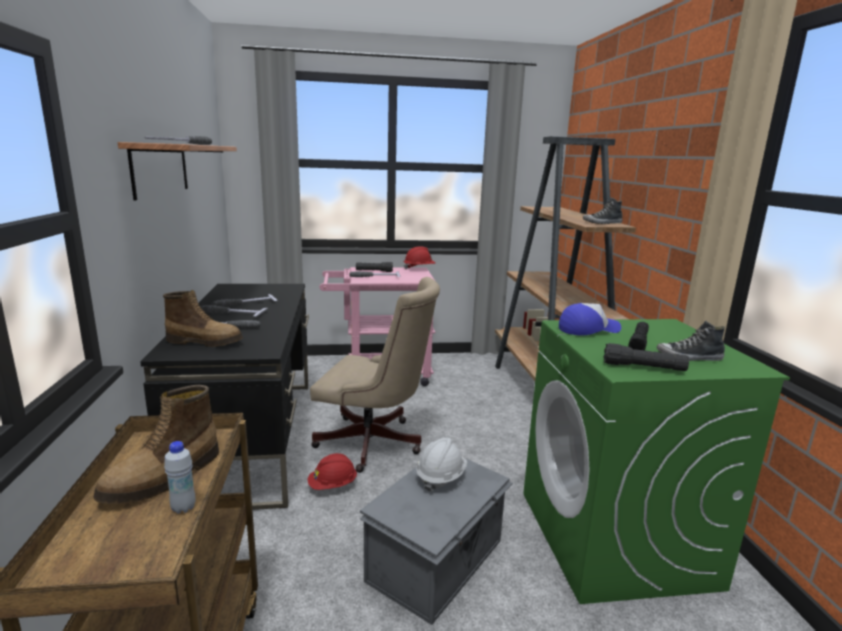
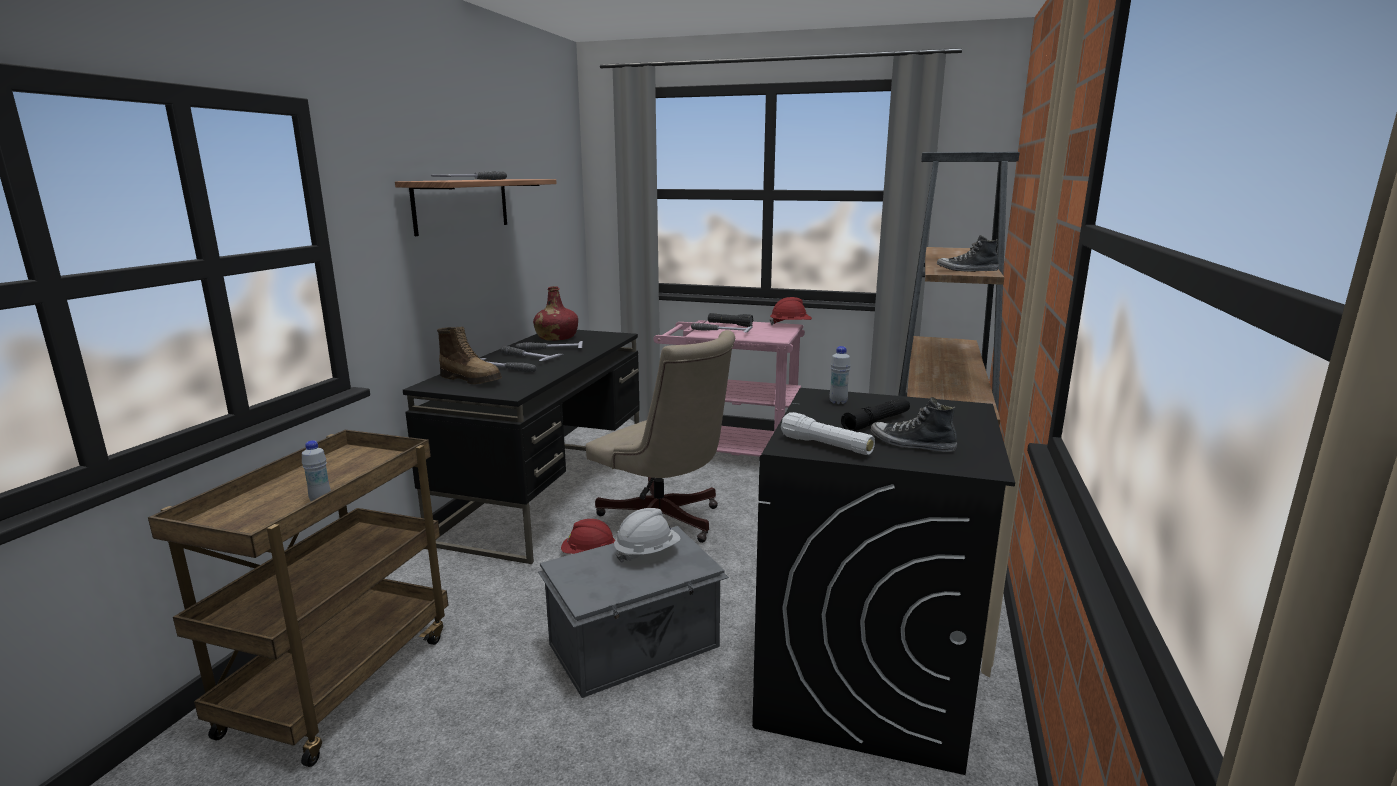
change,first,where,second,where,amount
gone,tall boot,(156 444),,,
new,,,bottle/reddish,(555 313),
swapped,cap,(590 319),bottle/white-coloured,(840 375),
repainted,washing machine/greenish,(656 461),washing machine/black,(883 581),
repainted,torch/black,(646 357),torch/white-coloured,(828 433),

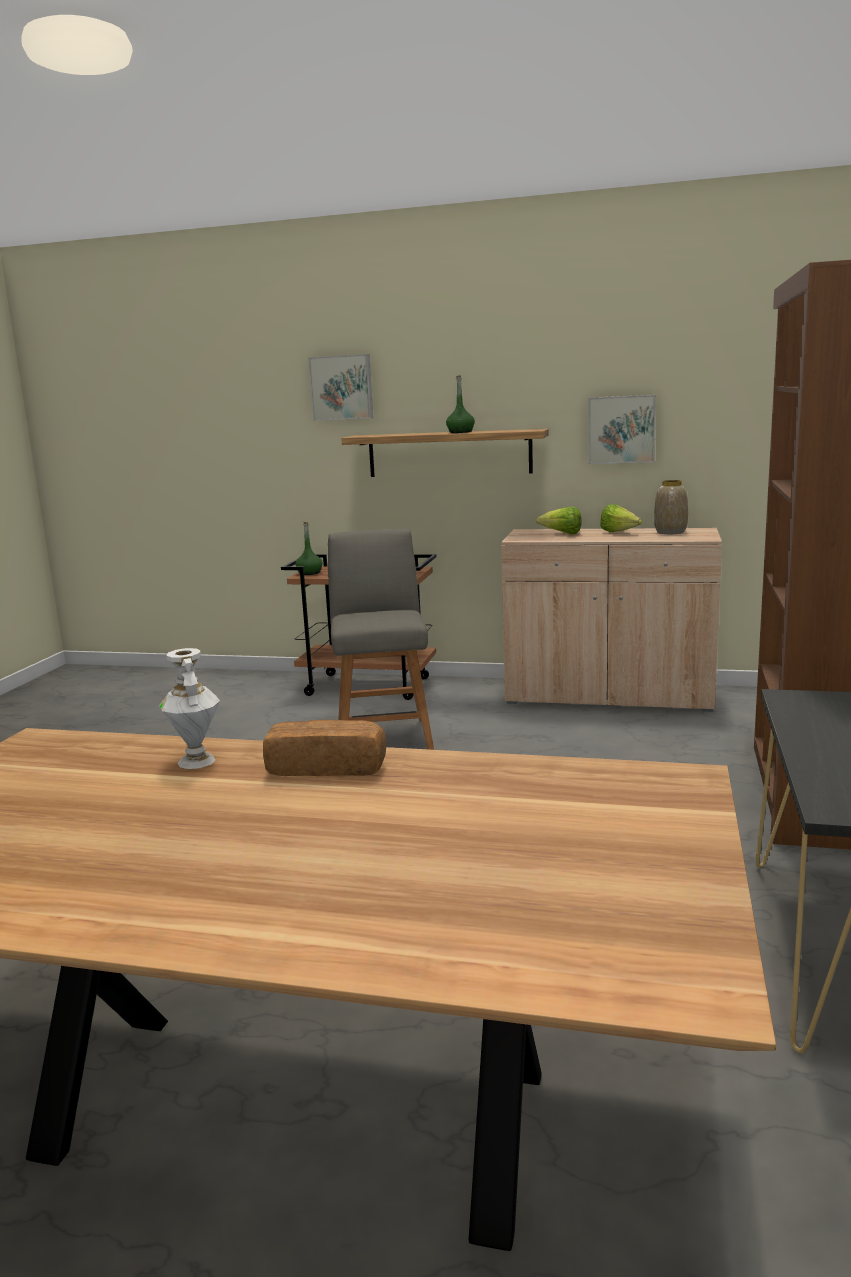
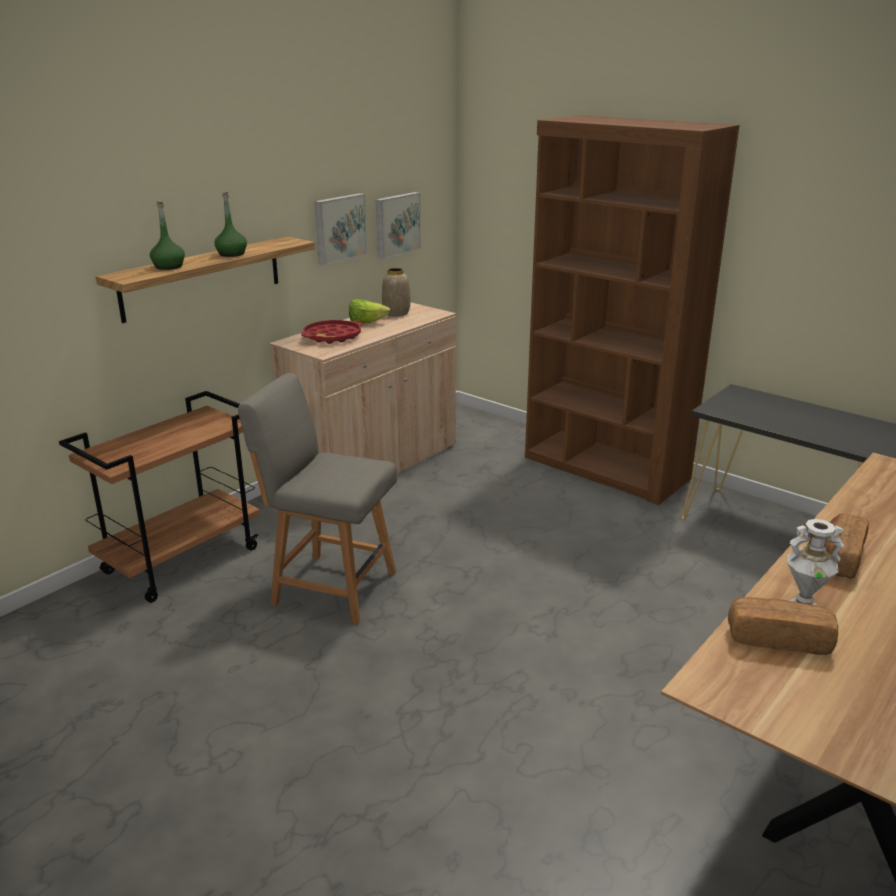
change,first,where,second,where,amount
new,,,bread,(783 626),
shifted,bottle/greenish,(309 548),,(167 235),
shifted,wall art,(340 387),,(398 225),
swapped,lettuce,(559 520),tray/reddish,(331 332),

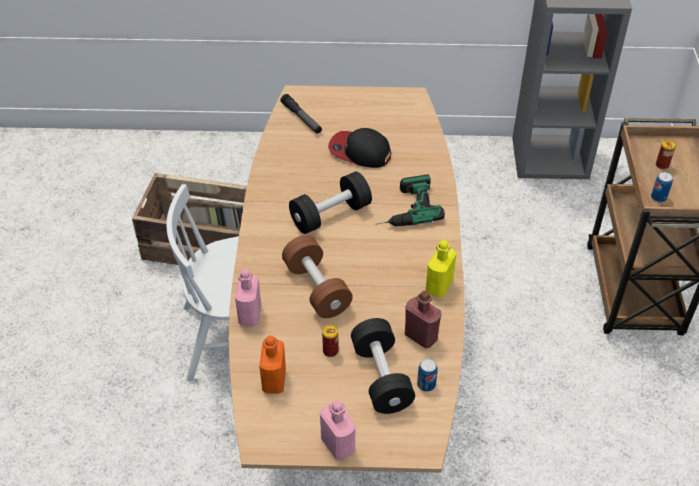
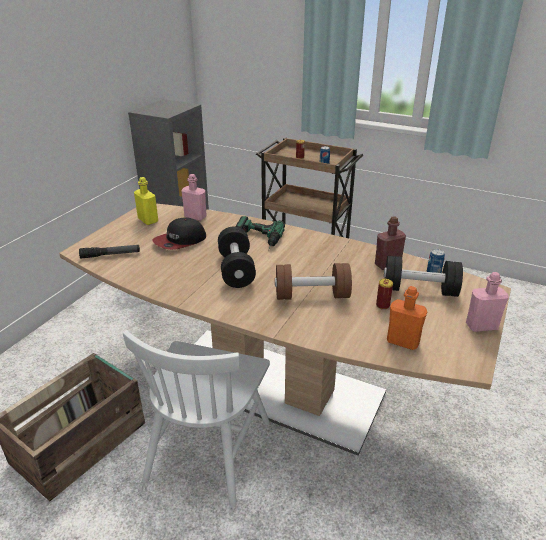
change,first,where,second,where,amount
shifted,bottle/pink-coloured,(248 297),,(194 197),
shifted,bottle/yellowish,(441 268),,(146 201),

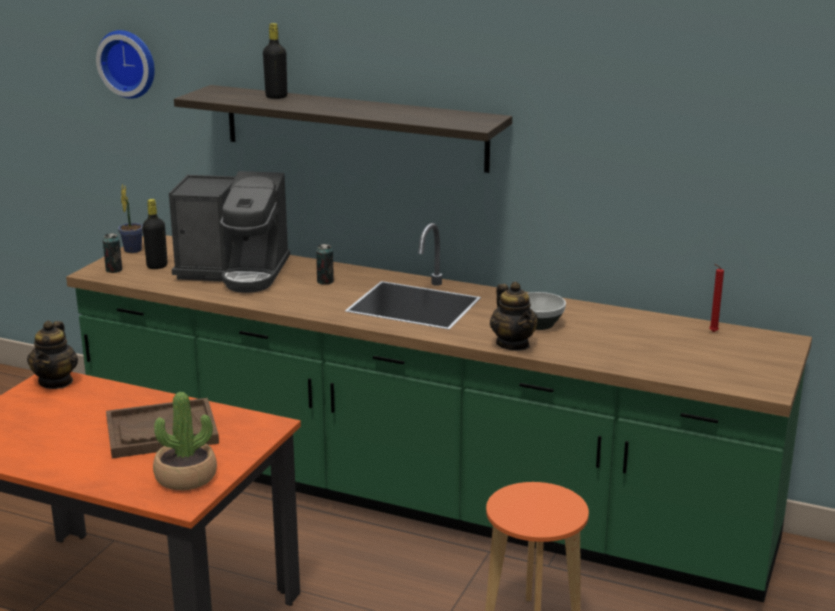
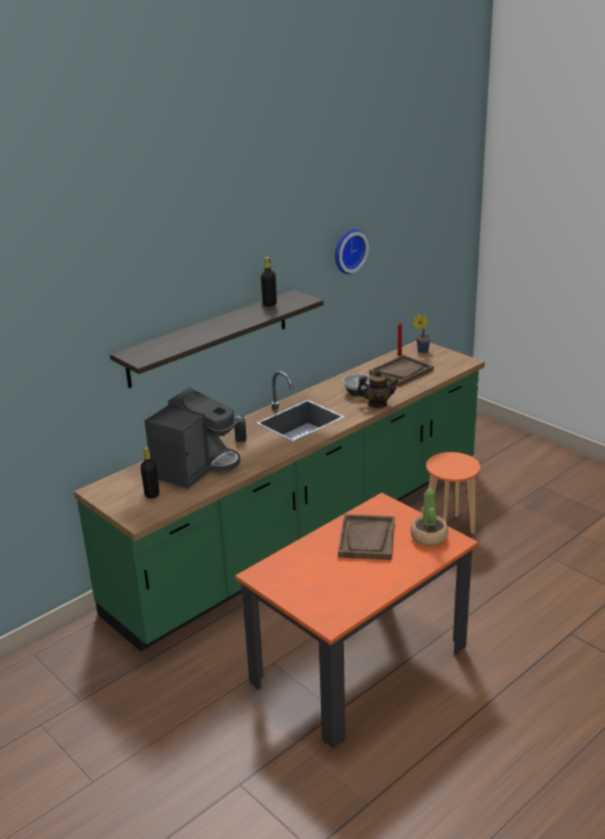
change,first,where,second,where,amount
gone,pot for tea,(52 355),,,
gone,sealed can,(112 253),,,
new,,,tray/brownish,(401 371),
shifted,hanging clock,(125 64),,(352 251),
shifted,plant in a pot,(130 218),,(421 333),
shifted,bottle/black,(275 61),,(269 282),

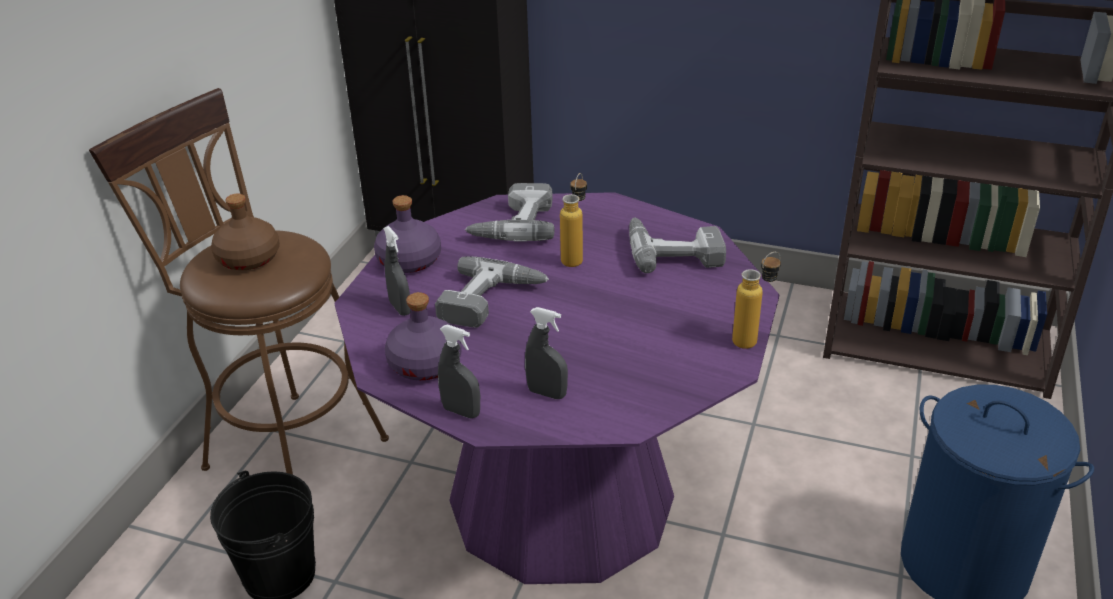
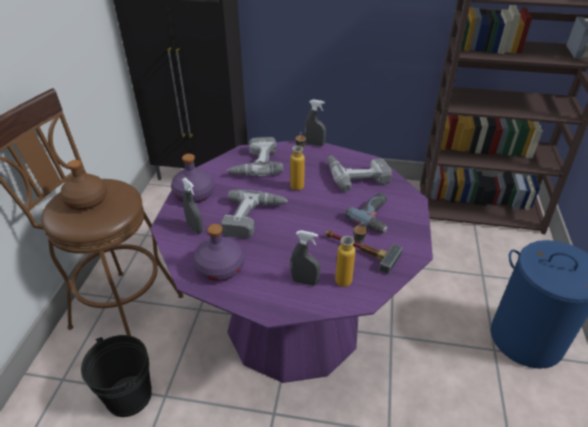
change,first,where,second,where,amount
new,,,hammer,(364 252),
new,,,power drill,(366 213),
shifted,sprayer/grey,(459 371),,(315 122),
shifted,bottle,(756 300),,(351 255),

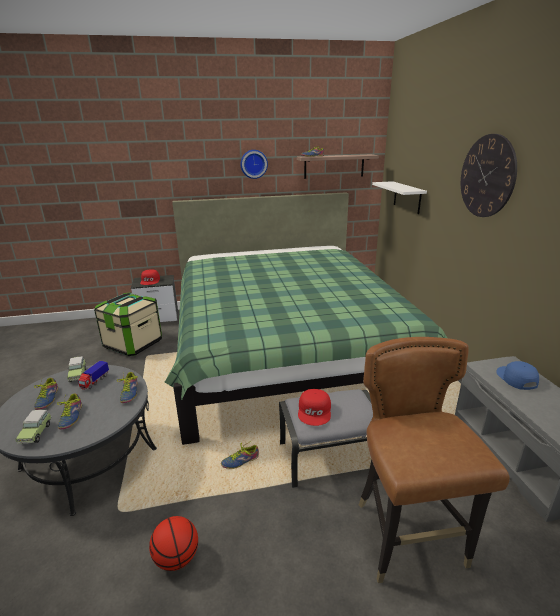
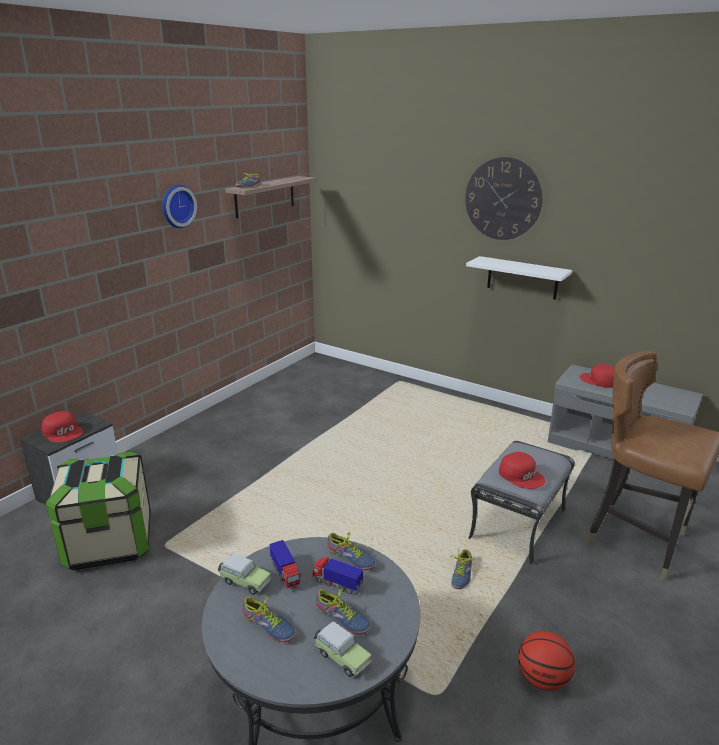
change,first,where,second,where,amount
gone,sleeping bed/greenish,(306 318),,,
new,,,toy lorry,(337 575),
shifted,shelf/white-coloured,(399 197),,(519 278),
repainted,cap/blue-coloured,(517 375),cap/reddish,(597 376),

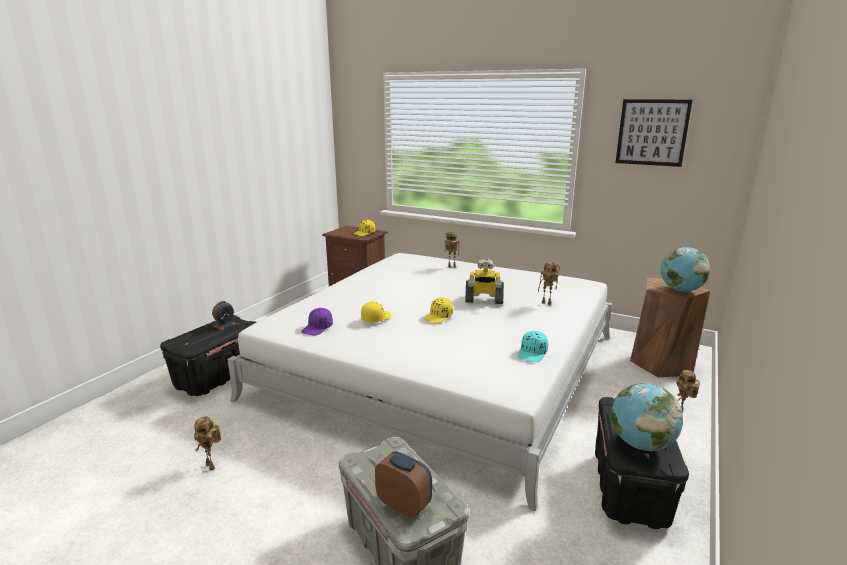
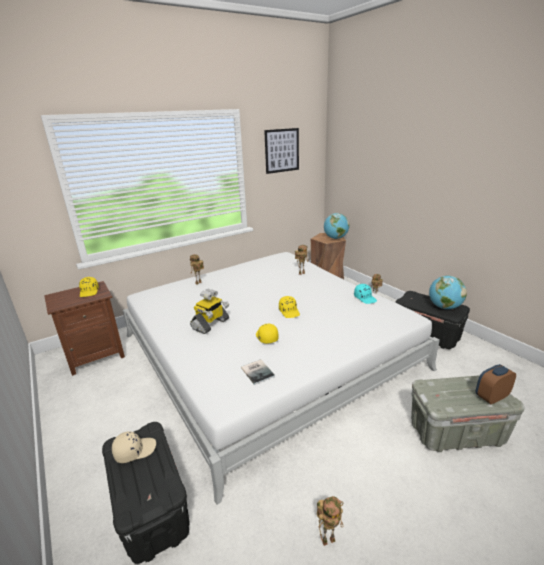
change,first,where,second,where,amount
shifted,robot figure,(484 281),,(209 311),
swapped,table clock,(224 315),cap/sand-coloured,(134 447),
swapped,cap/purple,(317 321),bound book,(258 372),

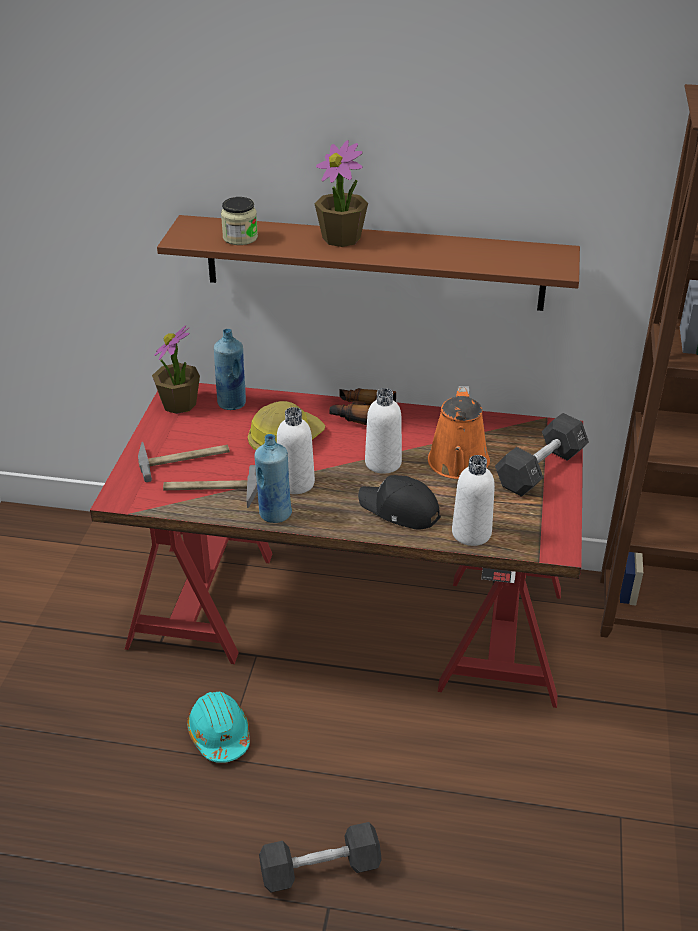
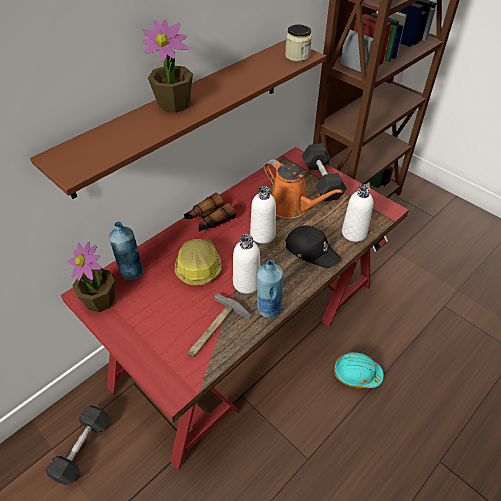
change,first,where,second,where,amount
gone,hammer,(184 462),,,
shifted,work helmet/blue-green,(218 727),,(359 370),
shifted,jar,(239 221),,(298 43),
shifted,free weight/black,(320 857),,(77 445),
rotated,cap/black,(399 502),,(313 247),120 degrees counterclockwise

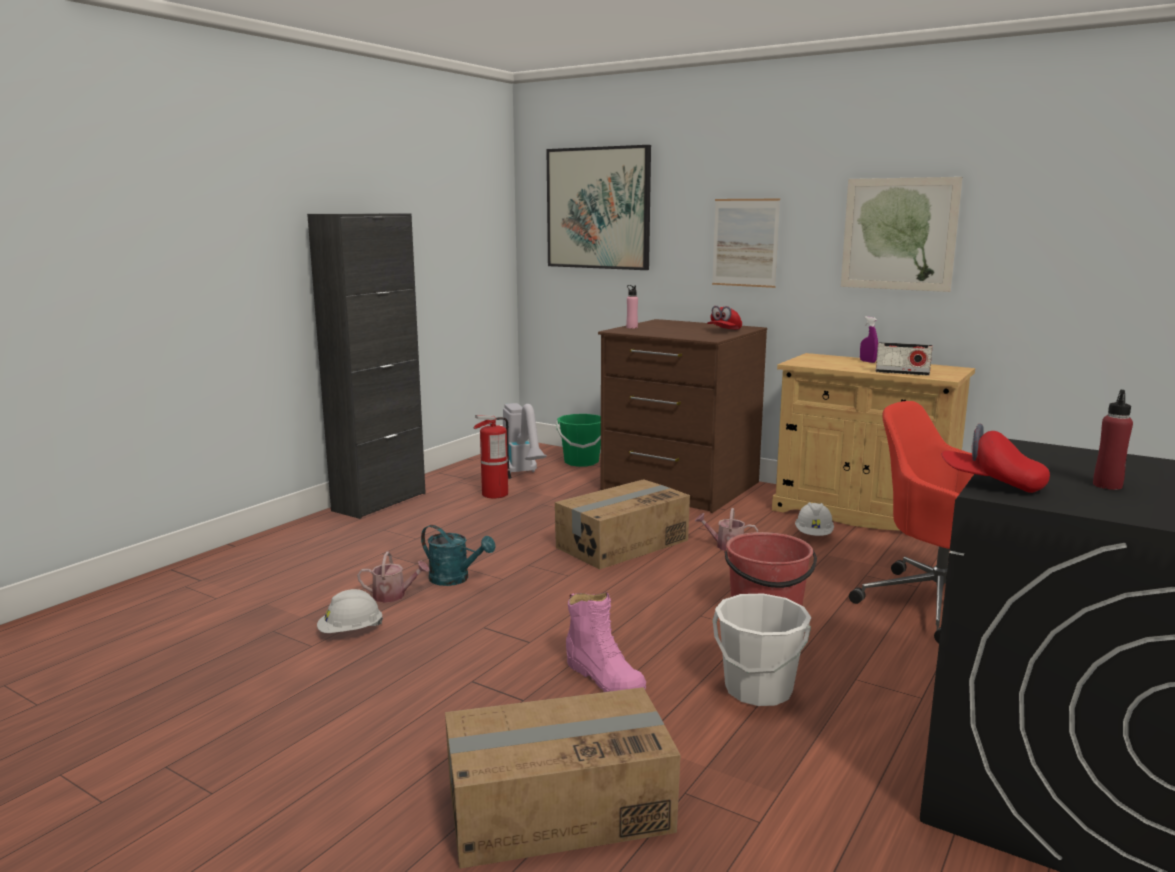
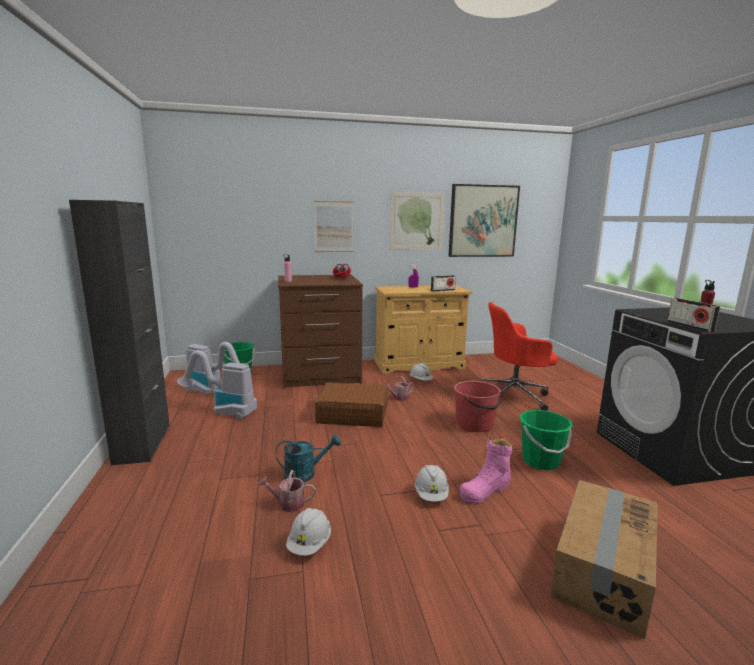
change,first,where,second,where,amount
new,,,work helmet/white-coloured,(431 483),
shifted,wall art,(598 207),,(484 220),
swapped,fire-fighting cylinder,(493 456),vacuum cleaner,(217 385),
swapped,carton,(622 524),travel case/brownish,(351 405),
swapped,cap/reddish,(995 458),radio receiver,(693 315),
repainted,water bucket/white-coloured,(762 649),water bucket/greenish,(546 440),
rotated,watering can,(393 577),,(287 491),135 degrees counterclockwise
rotated,tall boot/pink-coloured,(606 642),,(486 471),135 degrees clockwise

